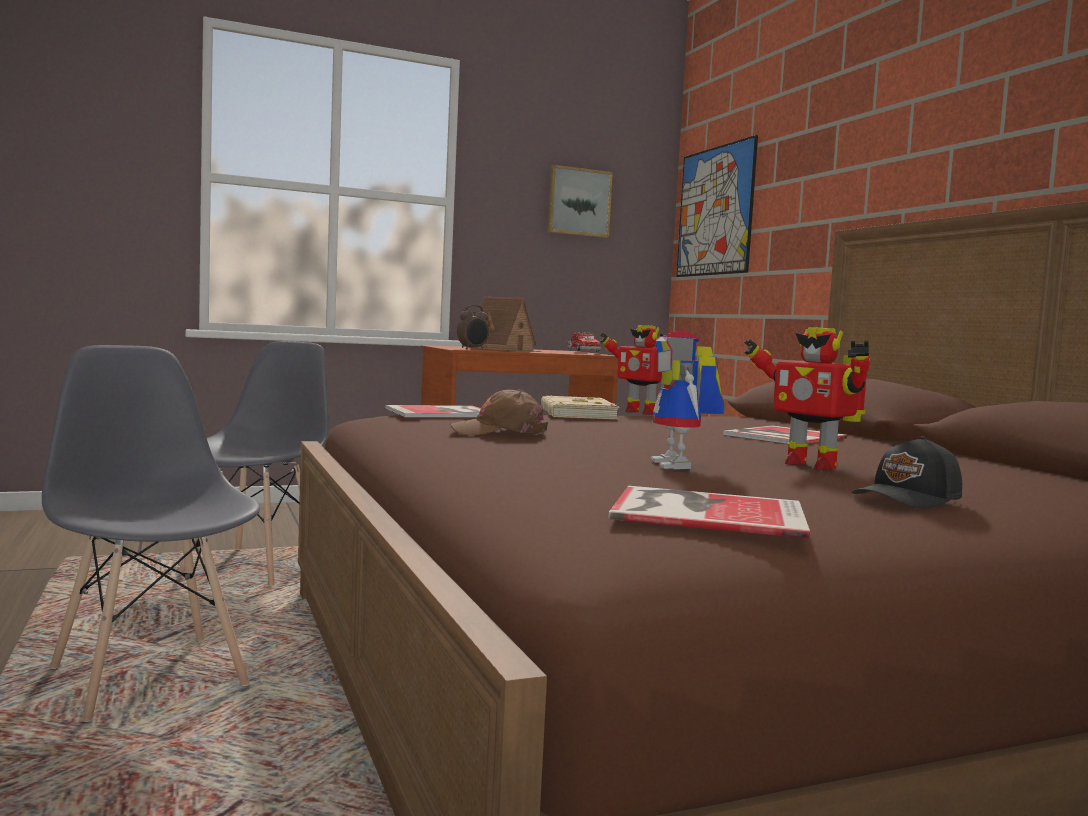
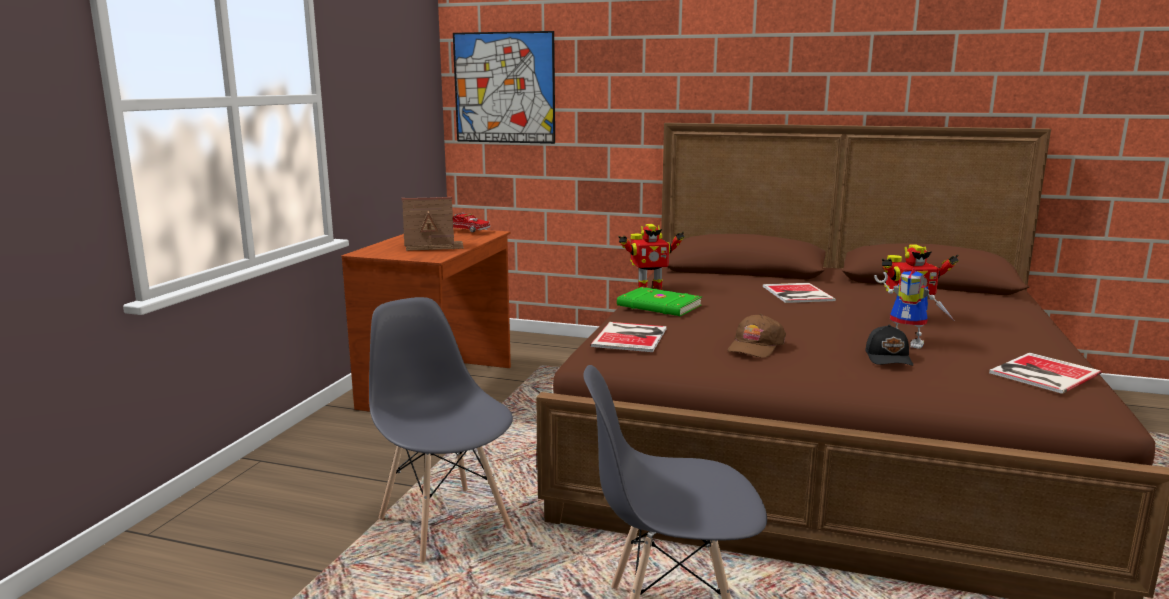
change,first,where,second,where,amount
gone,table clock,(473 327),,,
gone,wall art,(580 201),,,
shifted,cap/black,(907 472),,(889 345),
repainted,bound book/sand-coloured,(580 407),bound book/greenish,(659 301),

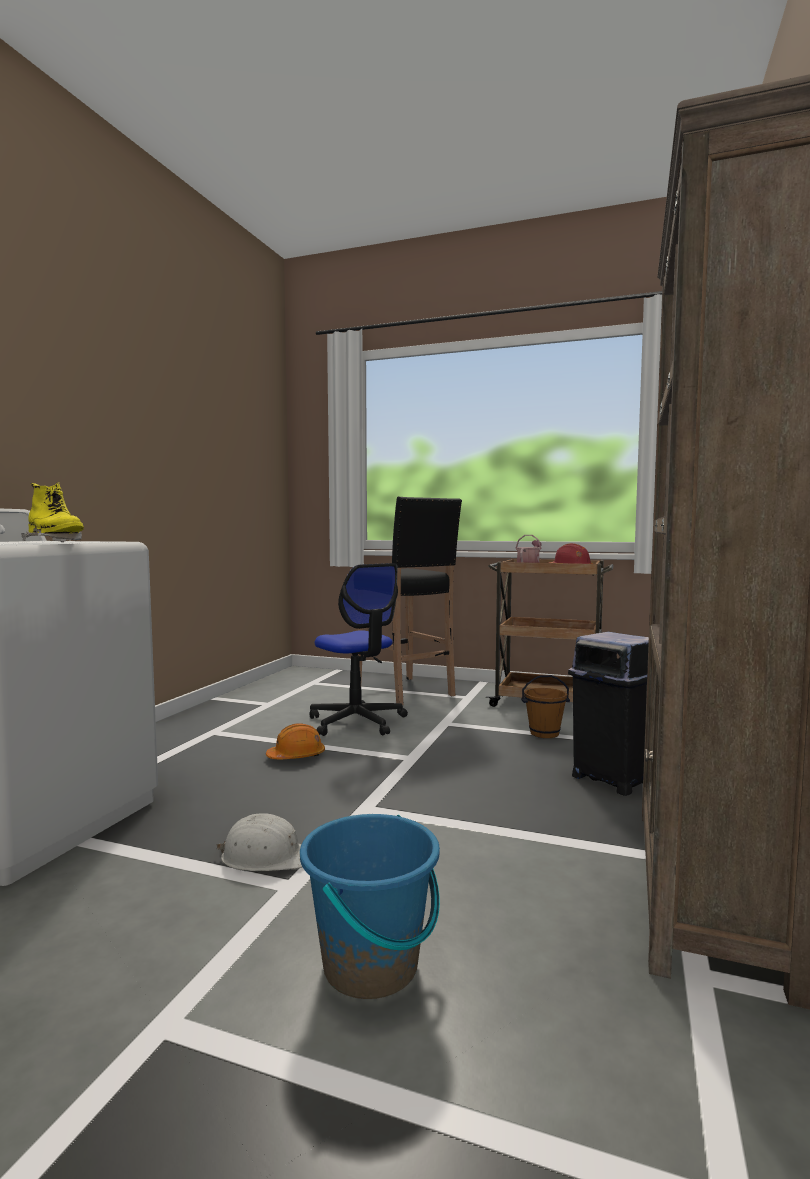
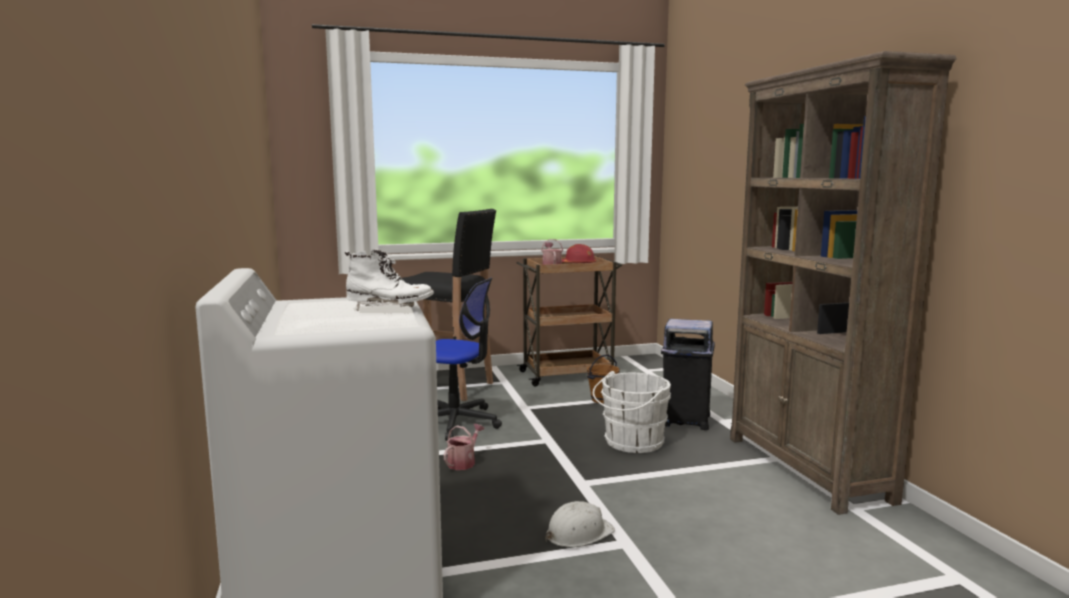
change,first,where,second,where,amount
gone,water bucket/blue-coloured,(370 906),,,
new,,,water bucket/white-coloured,(632 412),
swapped,work helmet/orange-coloured,(295 741),watering can,(464 447),
repainted,tall boot/yellowish,(52 512),tall boot/white-coloured,(389 279),

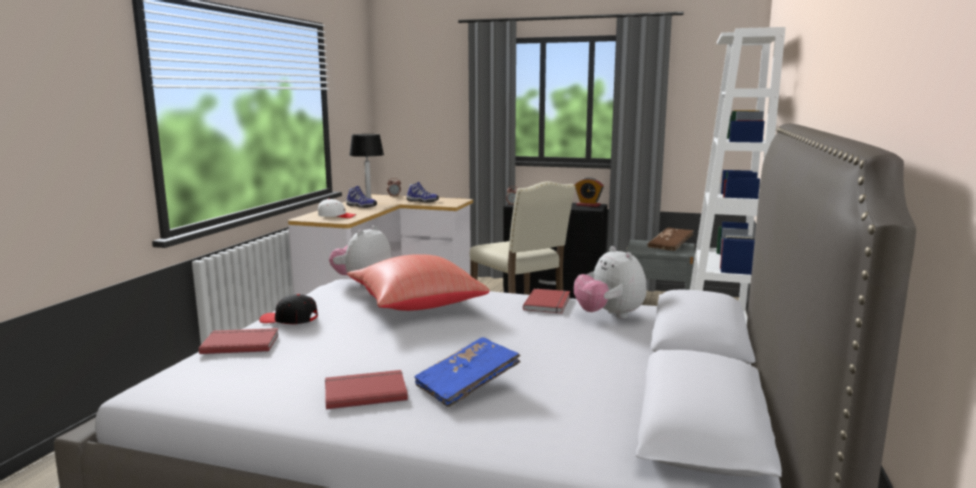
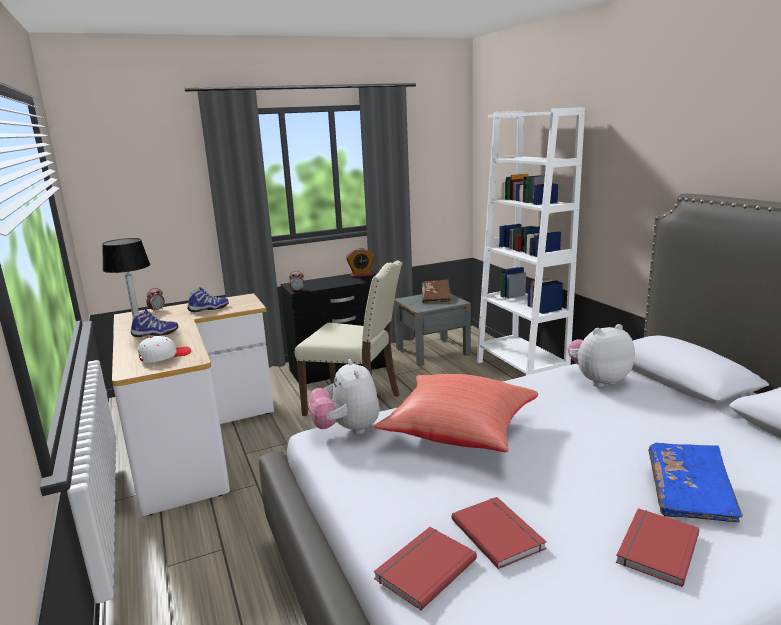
change,first,where,second,where,amount
gone,cap/black,(288 309),,,
shifted,bound book/reddish,(546 301),,(499 533),
rotated,plush toy,(610 282),,(601 355),135 degrees clockwise

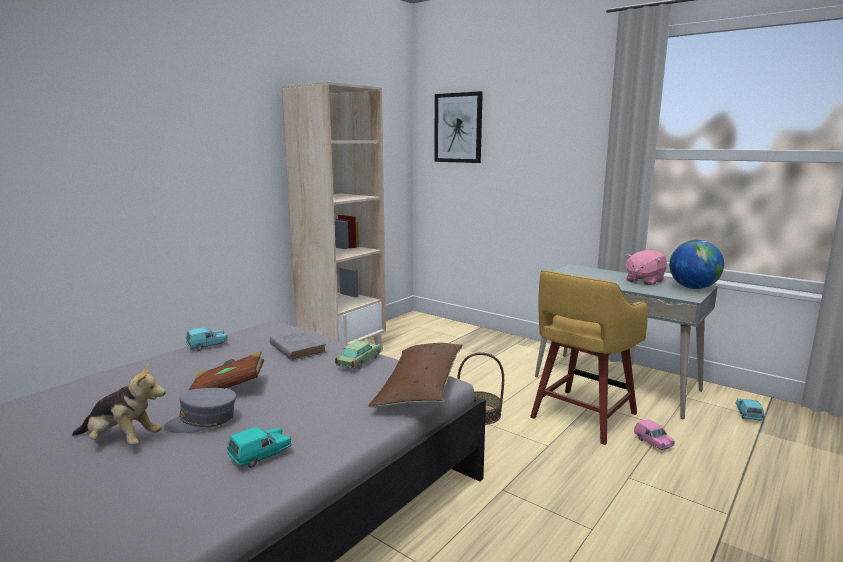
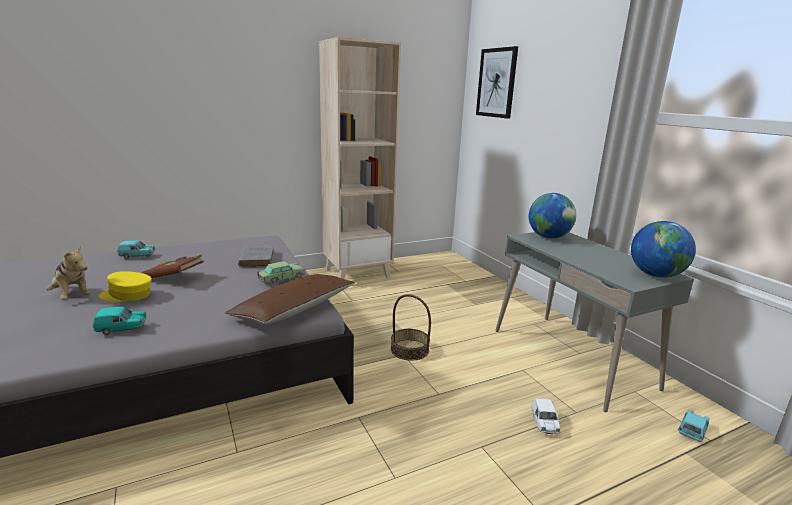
change,first,where,second,where,amount
gone,stool seat/yellowish,(589 357),,,
gone,plush toy/pink-coloured,(646 267),,,
new,,,world globe,(552 216),
shifted,miniature car/blue-green,(207 339),,(136 249),
repainted,cap/grey,(200 410),cap/yellowish,(125 286),
repainted,miniature car/pink-coloured,(654 434),miniature car/white-coloured,(545 416),

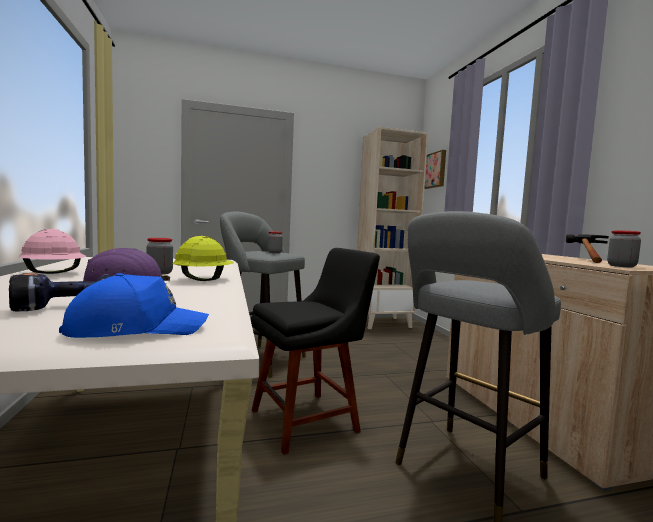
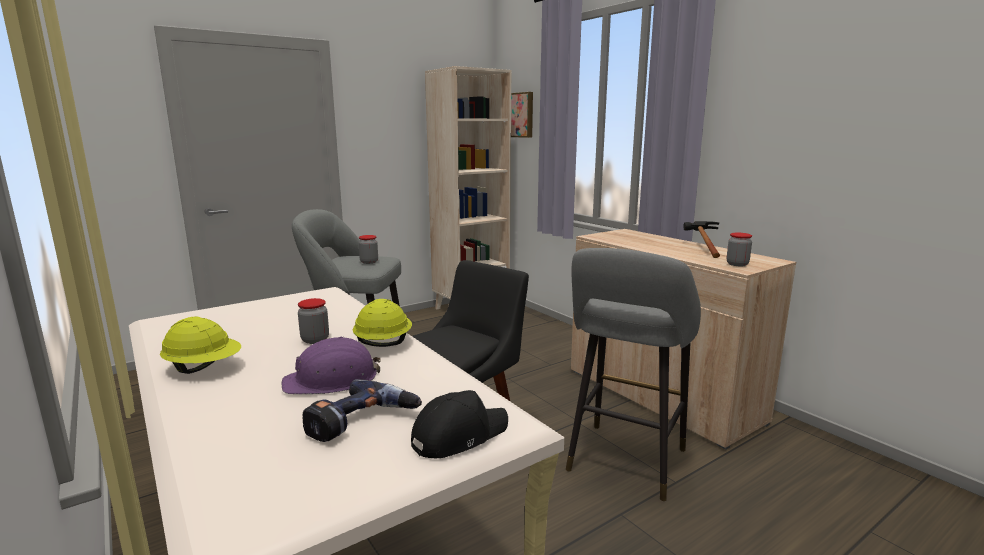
change,first,where,second,where,amount
repainted,work helmet/pink-coloured,(52 251),work helmet/yellowish,(200 345),
repainted,cap/blue-coloured,(134 305),cap/black,(459 424),

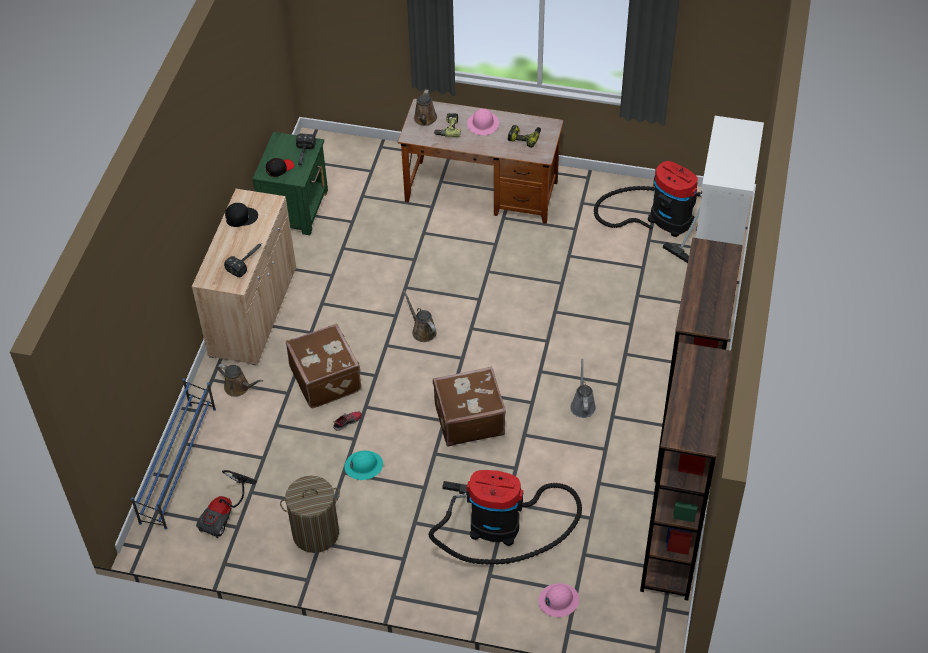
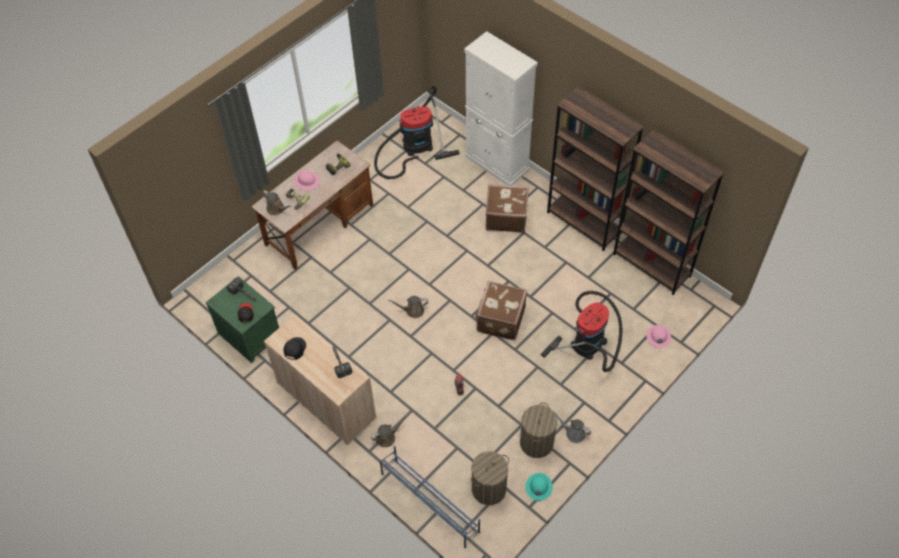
change,first,where,second,where,amount
shifted,travel case/brownish,(323 366),,(507 208),
shifted,work helmet/blue-green,(363 465),,(539 487),
shifted,watering can/grey,(583 388),,(571 426),
swapped,vacuum cleaner,(226 504),laundry basket,(490 478),

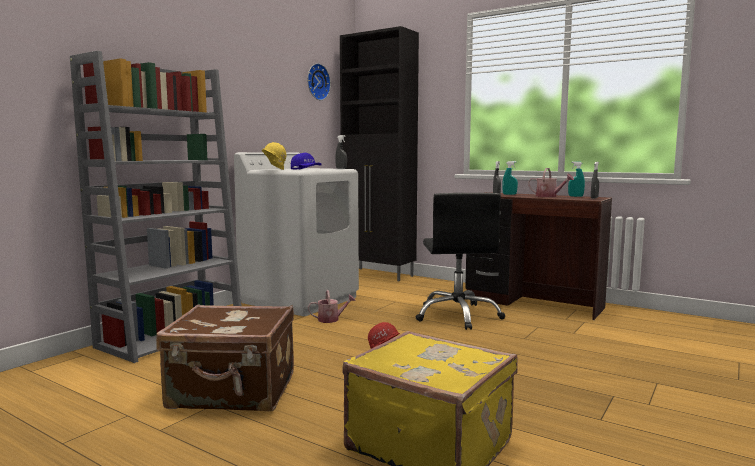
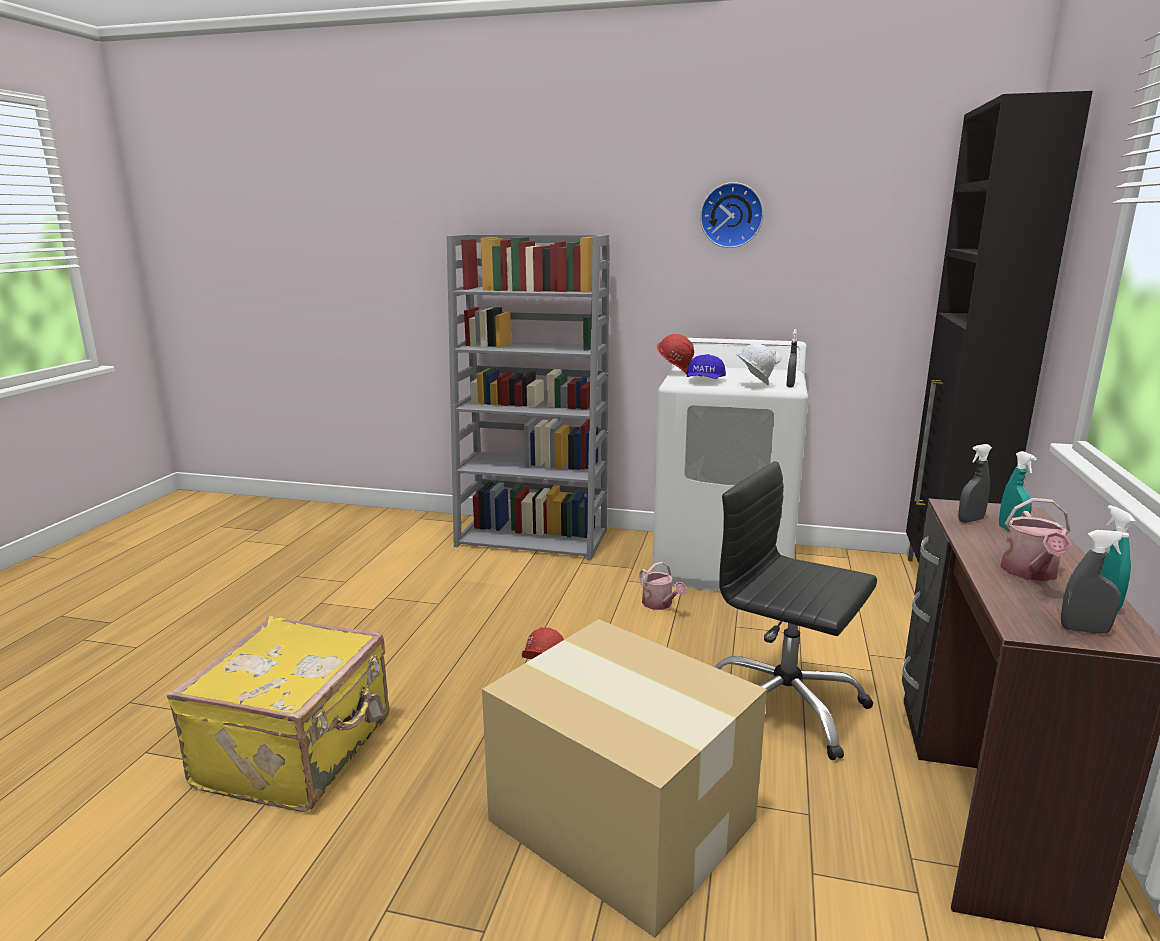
change,first,where,second,where,amount
gone,travel case/brownish,(225 357),,,
new,,,carton,(624 778),
new,,,work helmet/white-coloured,(756 364),
shifted,hanging clock,(319 81),,(732 215),
repainted,work helmet/yellowish,(274 156),work helmet/reddish,(675 354),
rotated,desk chair/black,(460 261),,(796 610),60 degrees clockwise

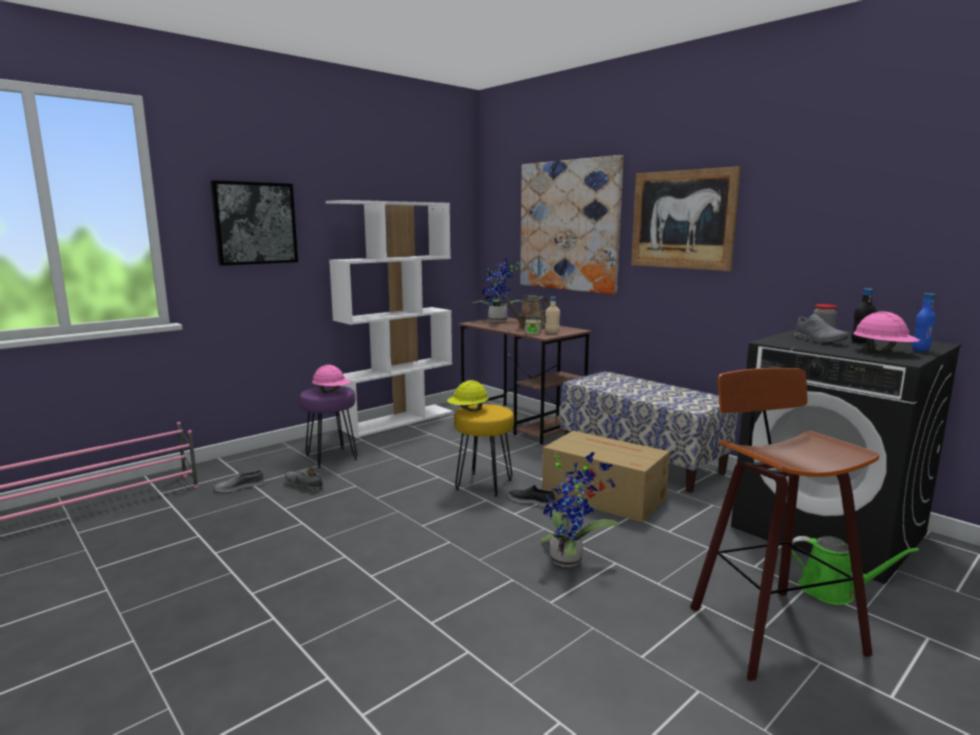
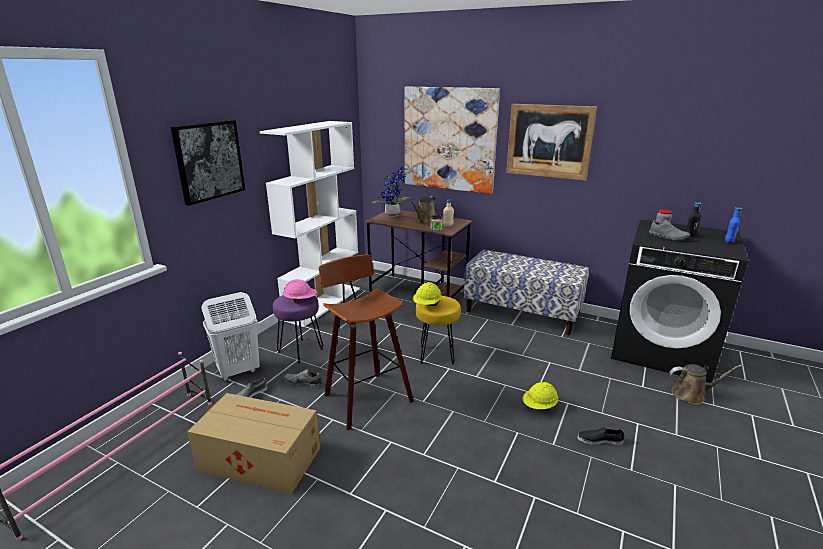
change,first,where,second,where,amount
gone,work helmet/pink-coloured,(886 332),,,
new,,,laundry basket/white-coloured,(231 336),
shifted,low shoe/black,(531 496),,(601 436),
shifted,carton,(606 476),,(253 443),
shifted,stool seat,(784 524),,(366 342),
swapped,plant in a pot,(579 509),work helmet/yellowish,(541 396),
repainted,watering can/greenish,(855 570),watering can/brownish,(706 384),

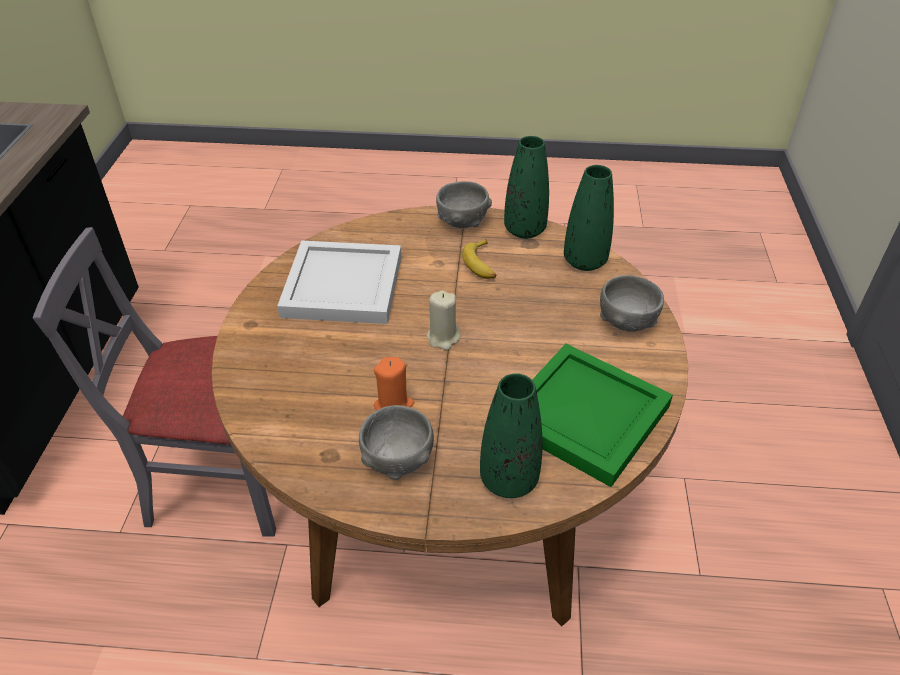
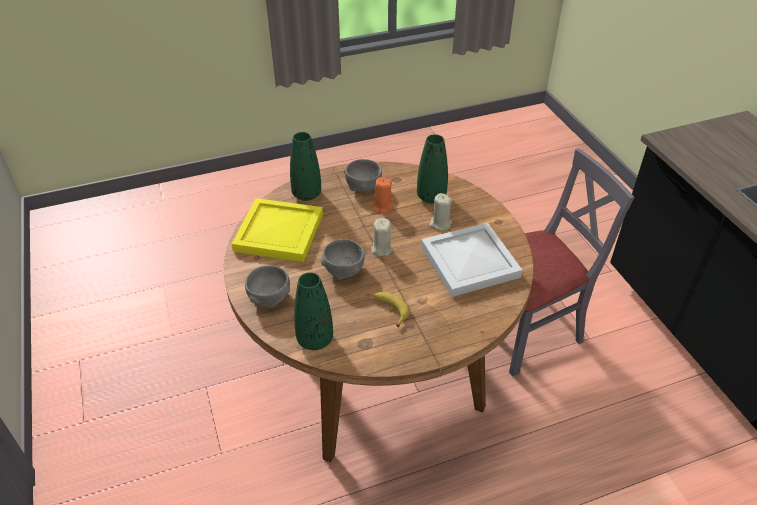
change,first,where,second,where,amount
new,,,wax light/sand-coloured,(440 212),
shifted,deep dish/grey,(464 204),,(343 259),
shifted,flower vase/greenish,(526 187),,(432 168),
repainted,tray/greenish,(602 415),tray/yellowish,(277 230),

